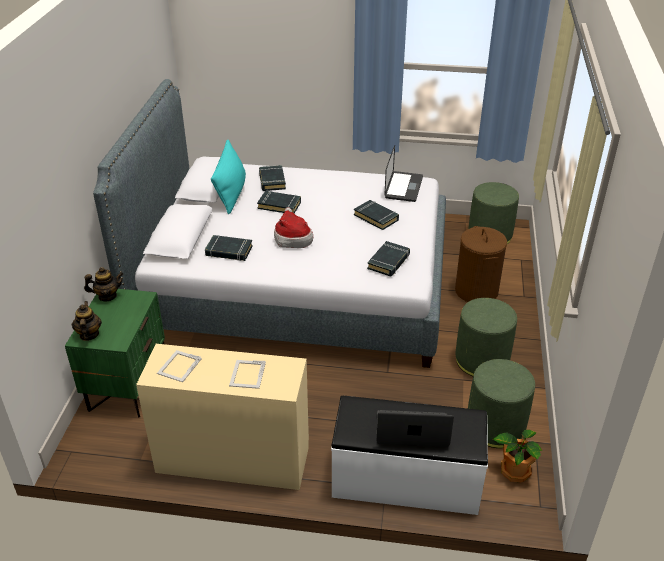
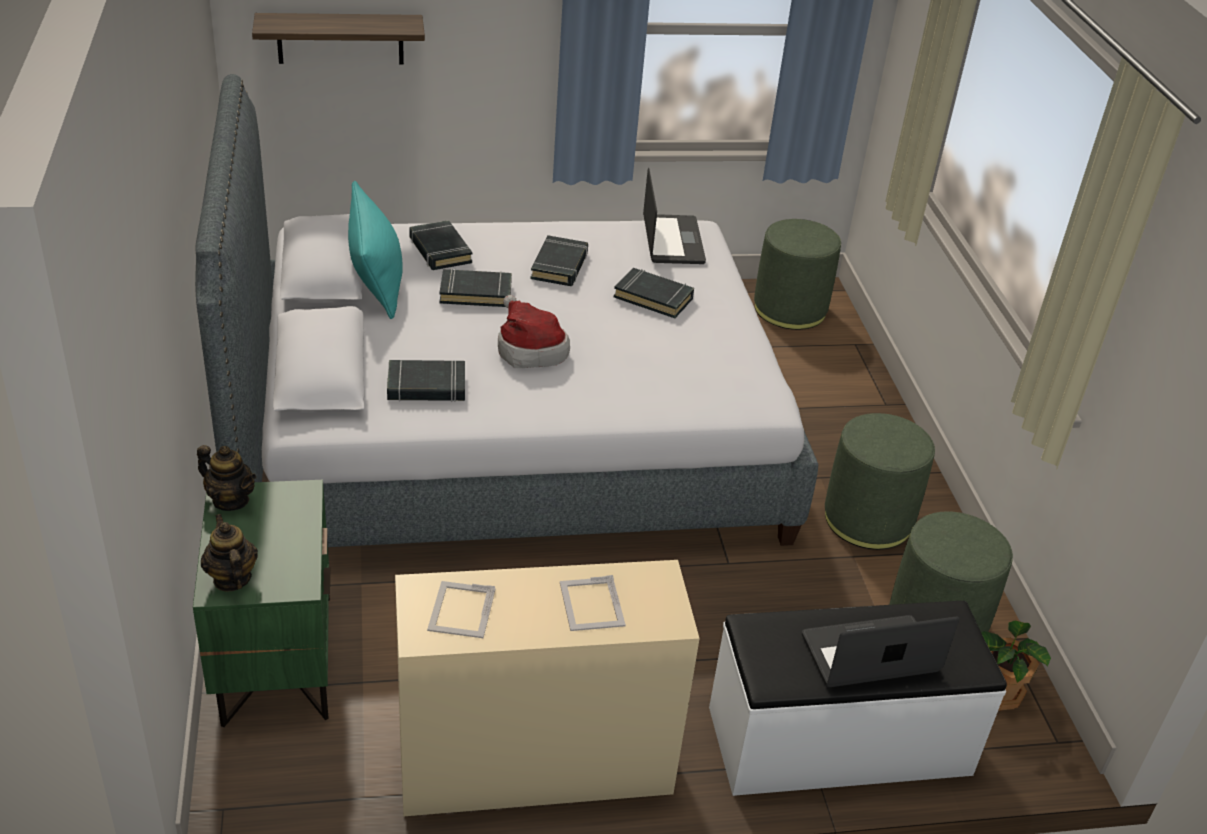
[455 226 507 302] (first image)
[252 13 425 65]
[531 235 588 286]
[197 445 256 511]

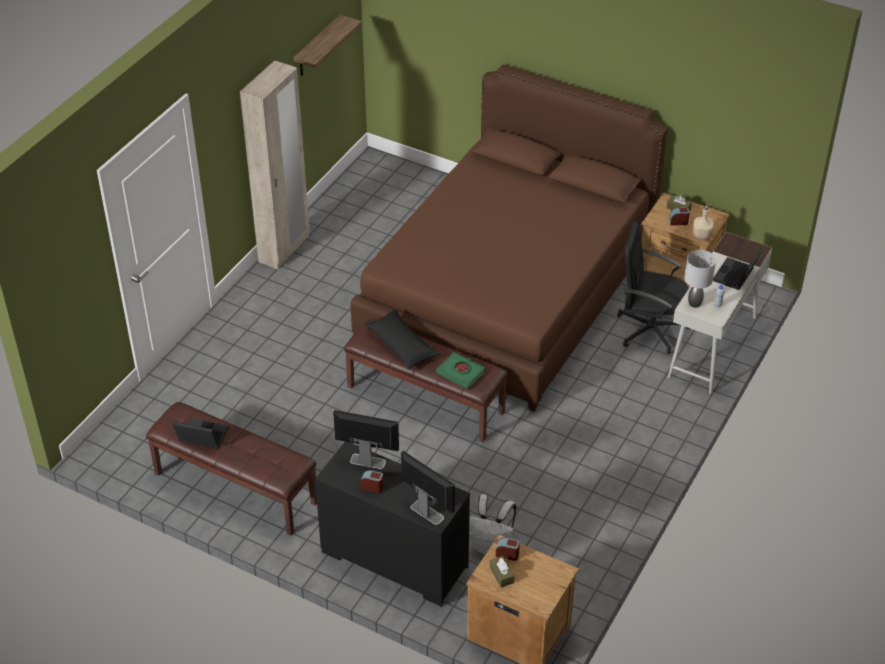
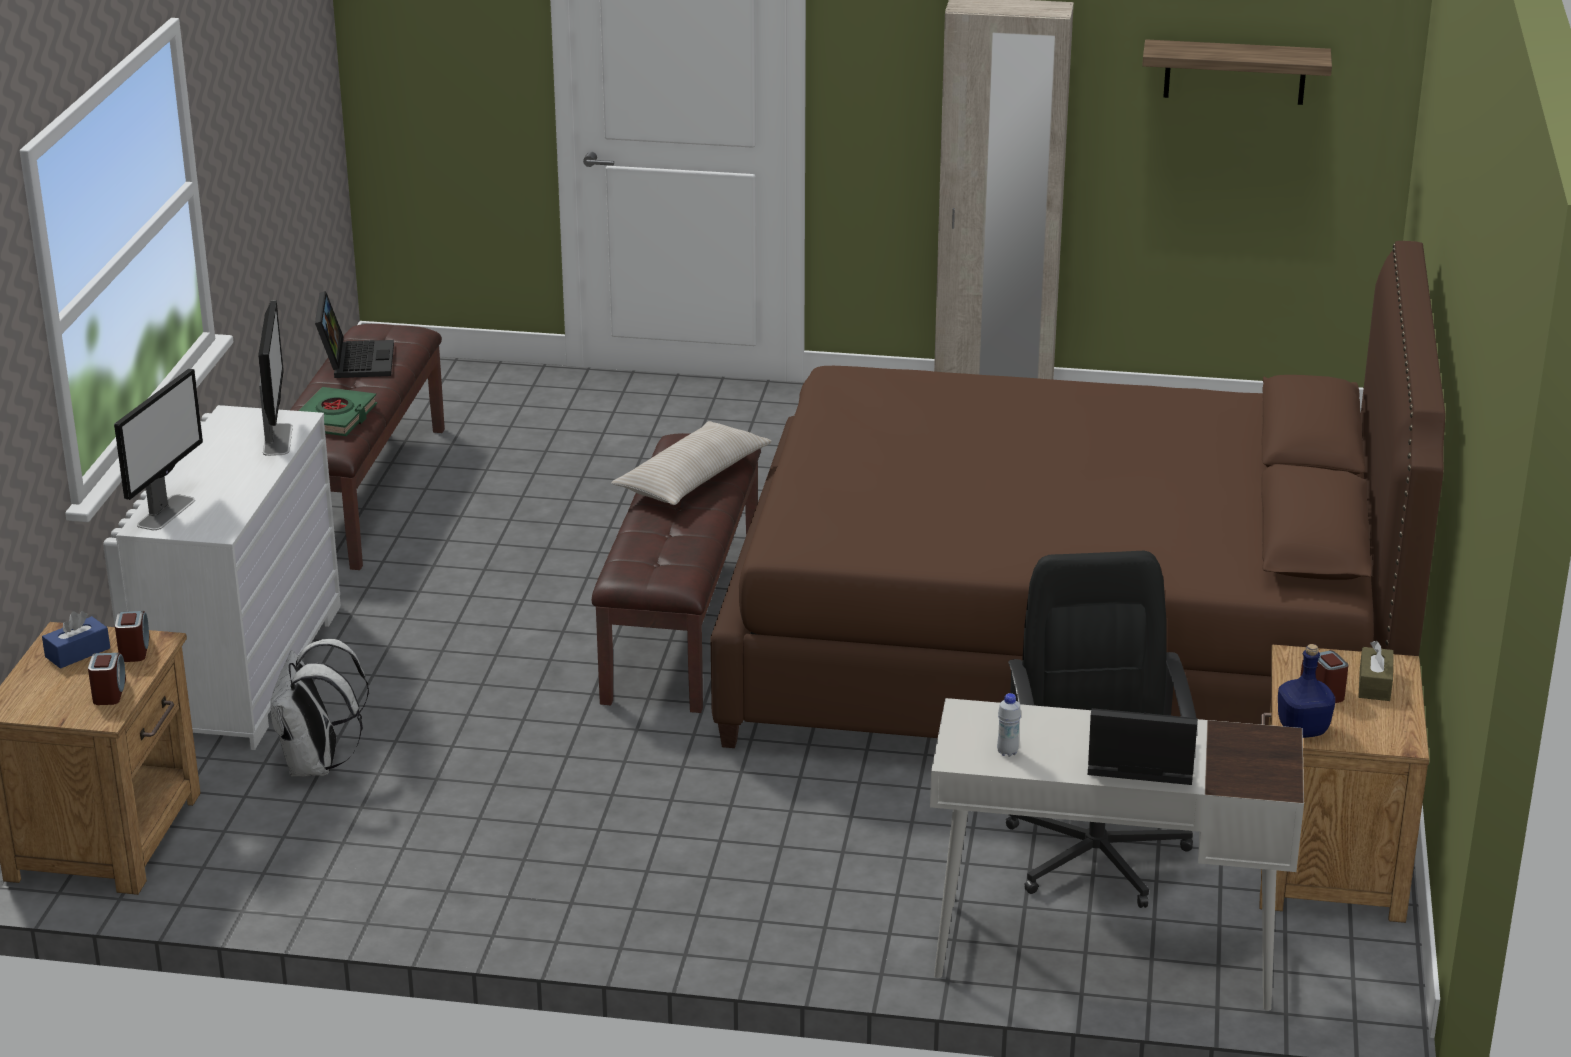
[685 250 716 308] (first image)
[88 653 126 705]
[299 387 377 436]
[116 405 341 750]
[611 421 772 505]
[42 611 110 669]
[1278 644 1335 738]

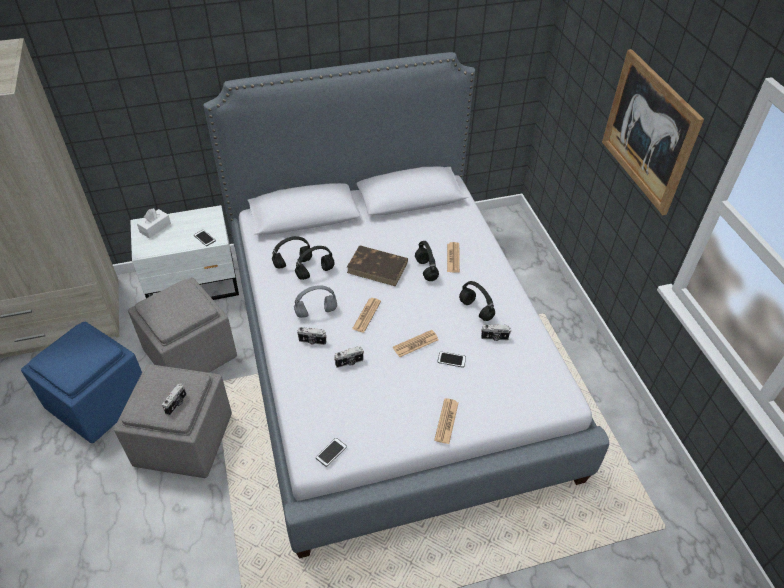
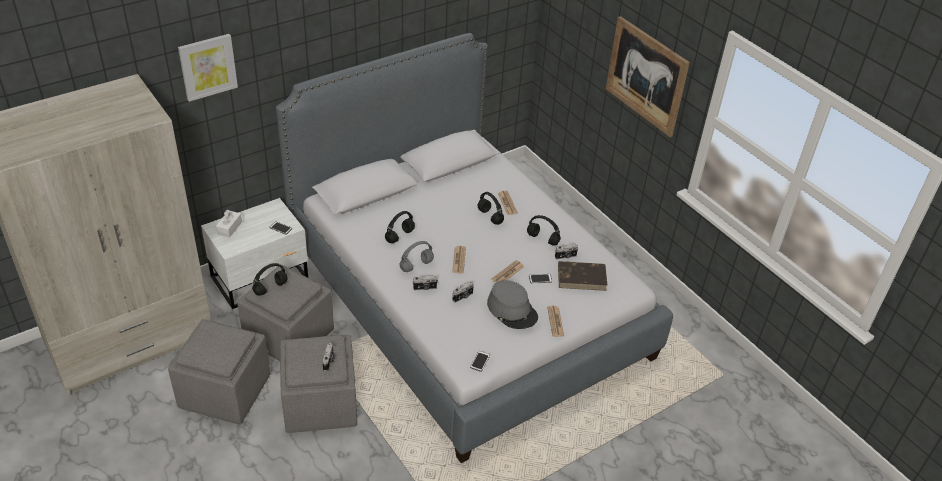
[178 34 238 102]
[487 280 538 329]
[252 263 288 296]
[558 261 608 291]
[168 319 270 425]

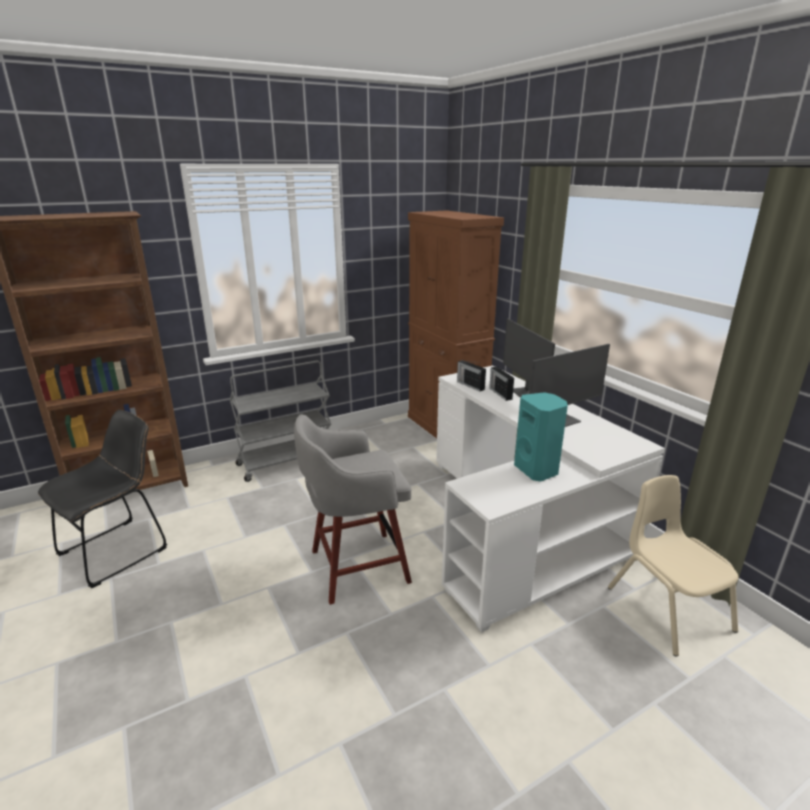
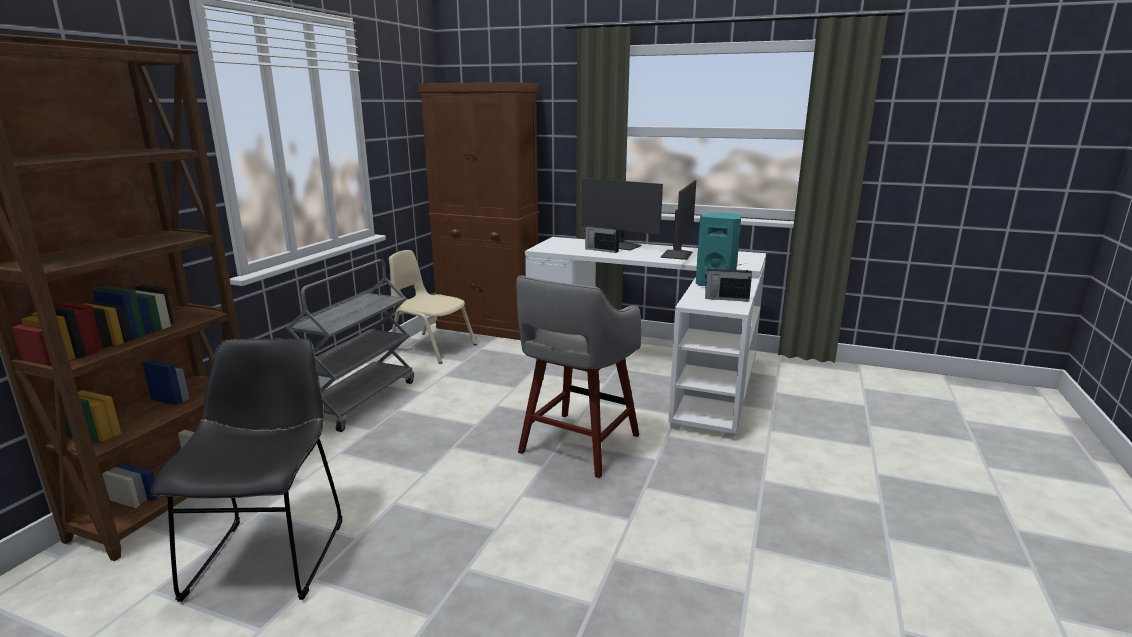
[705 263 752 302]
[388 250 477 364]

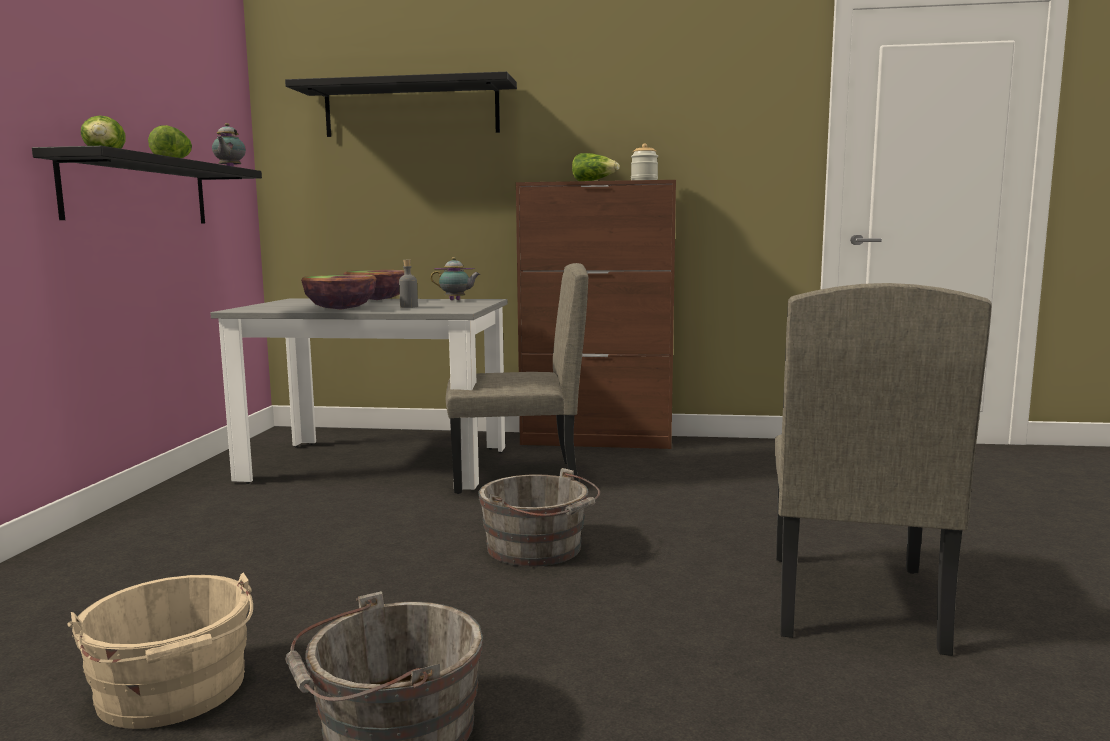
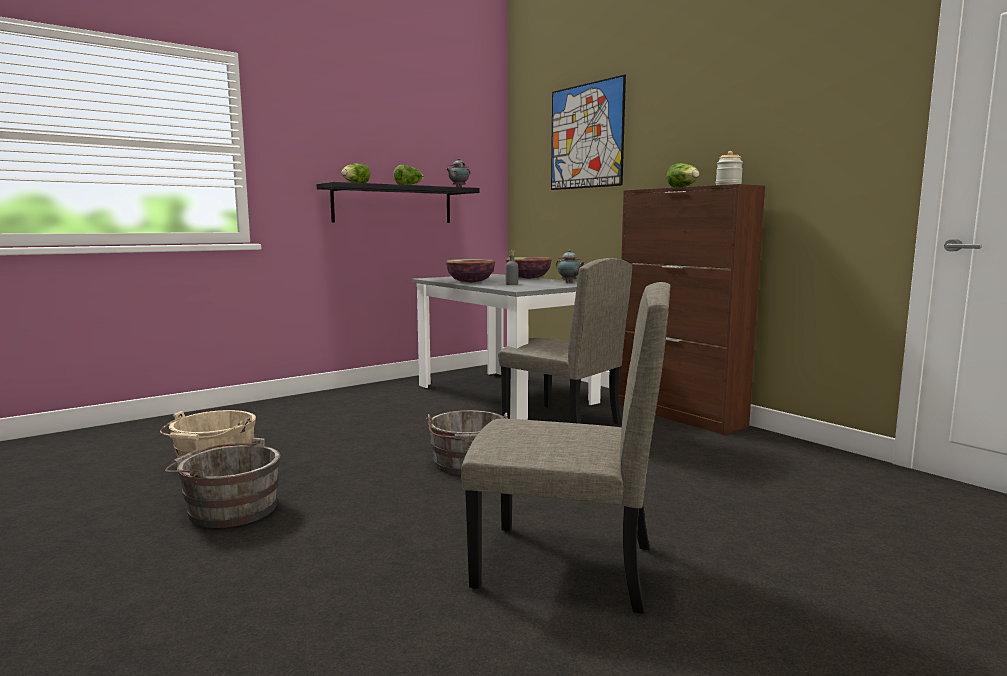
[551 74 626 190]
[461 282 670 614]

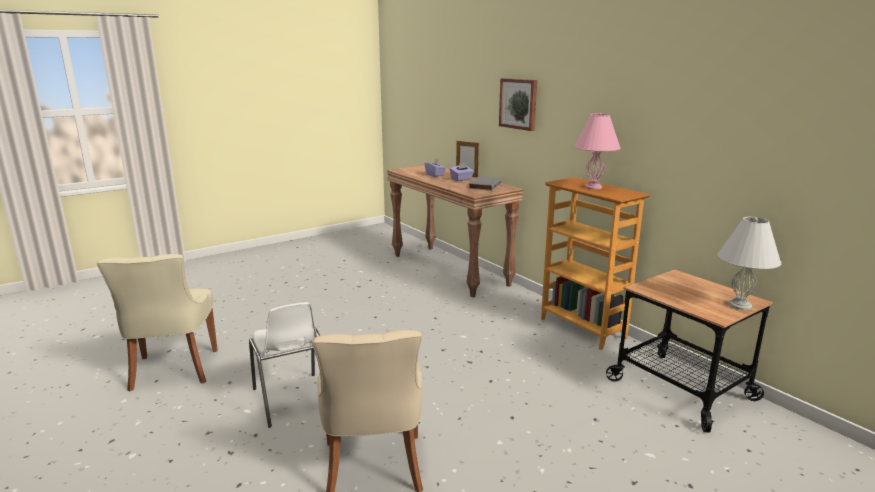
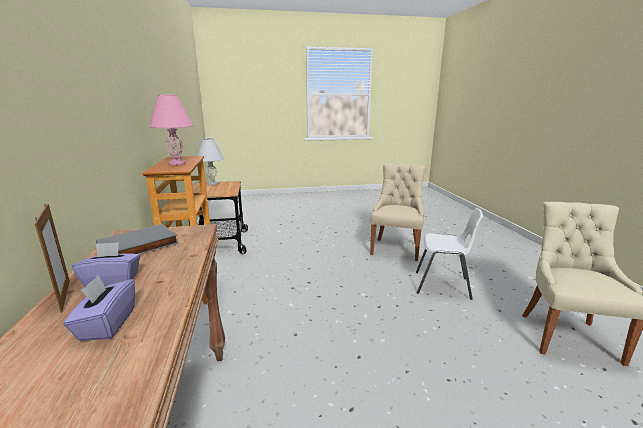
[499 78 537 131] (first image)
[416 208 483 300]

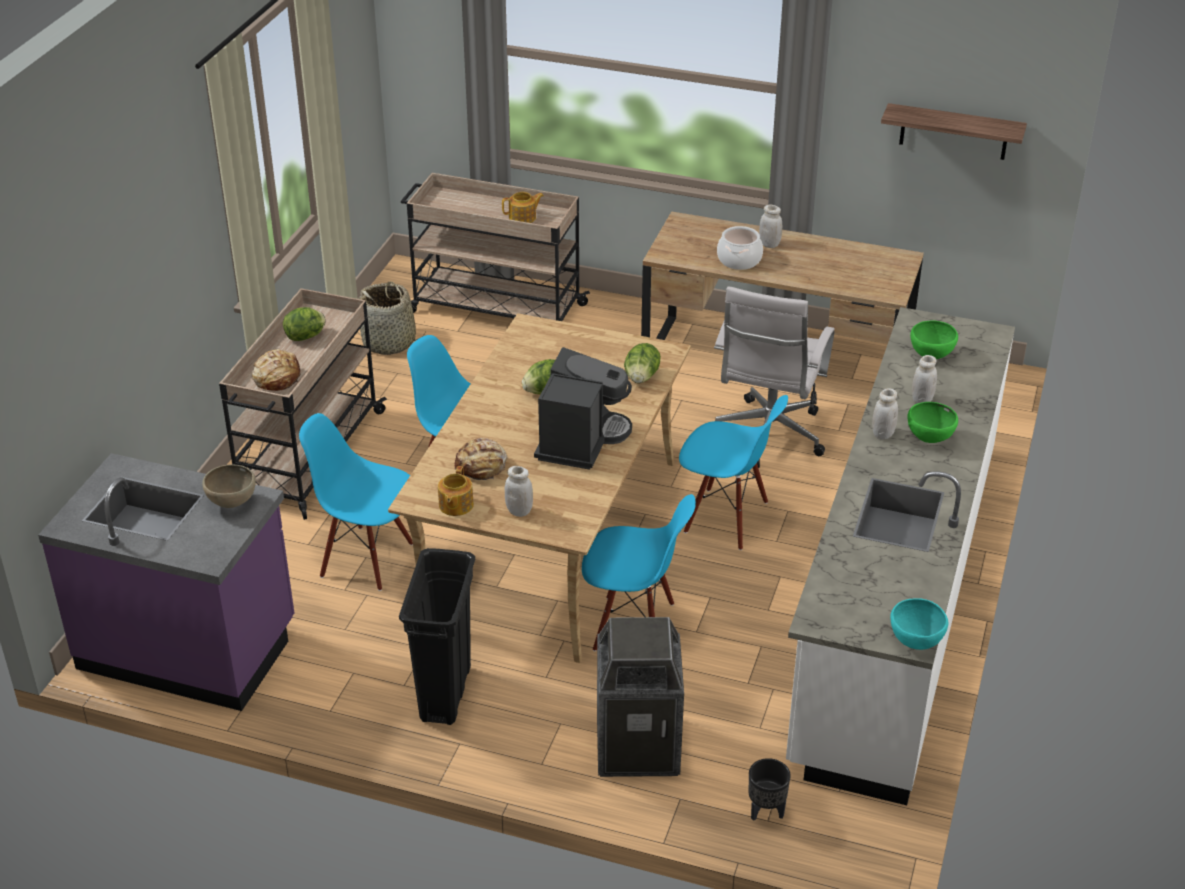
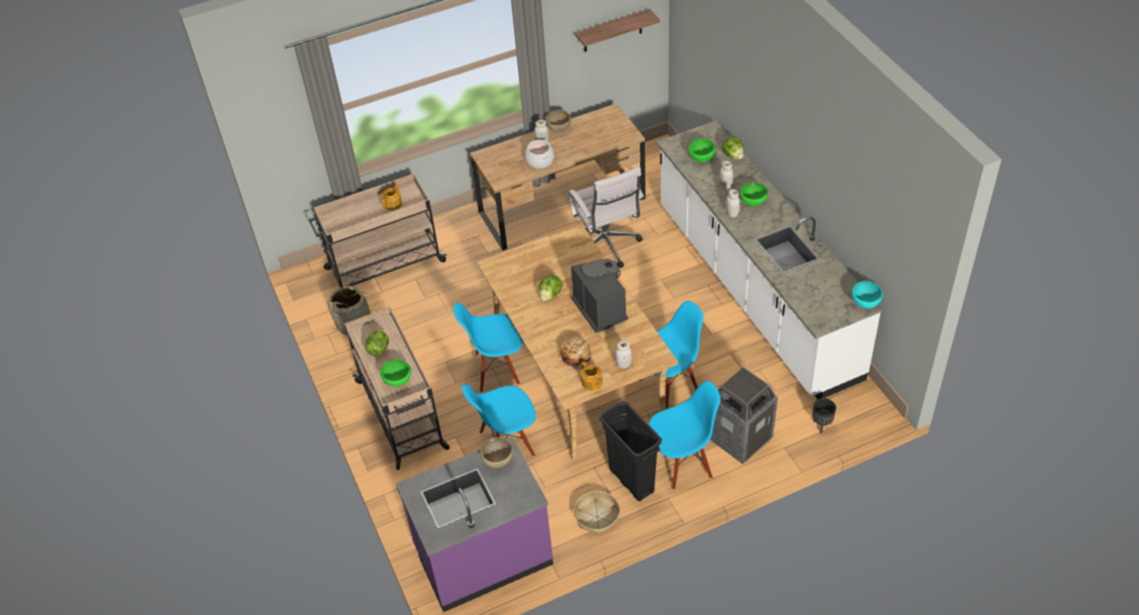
[546 110 571 132]
[574 491 620 535]
[722 136 744 160]
[649 381 720 490]
[380 359 411 387]

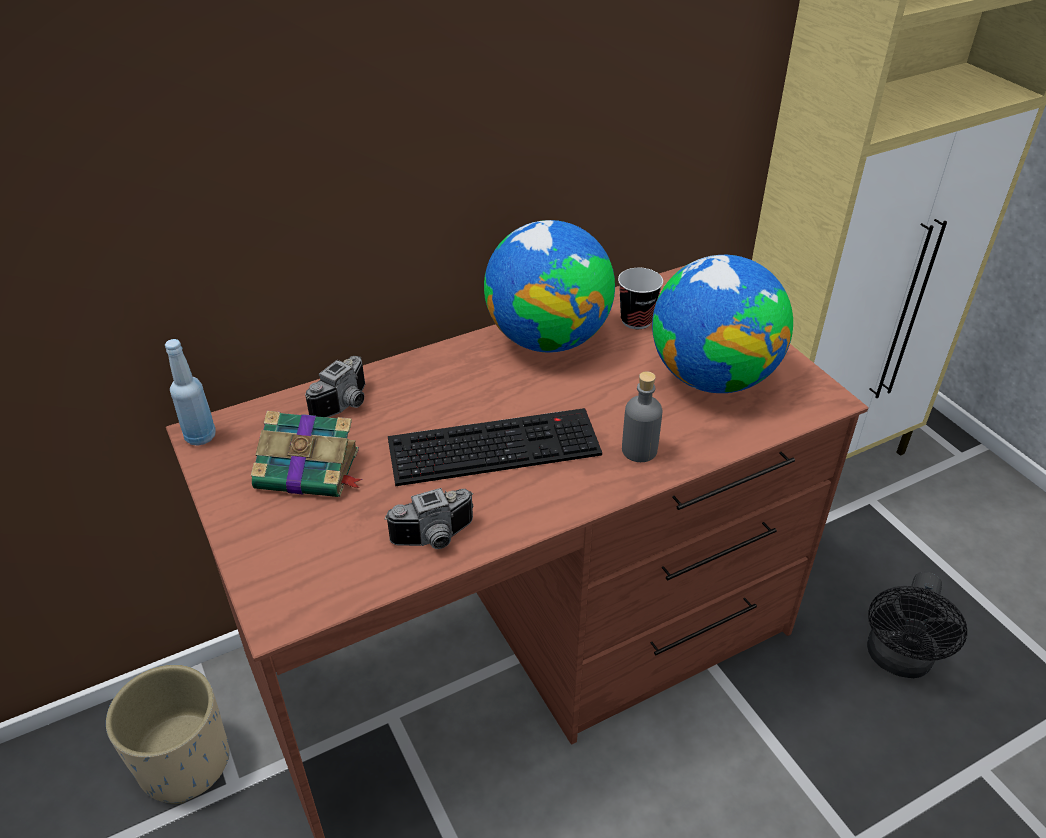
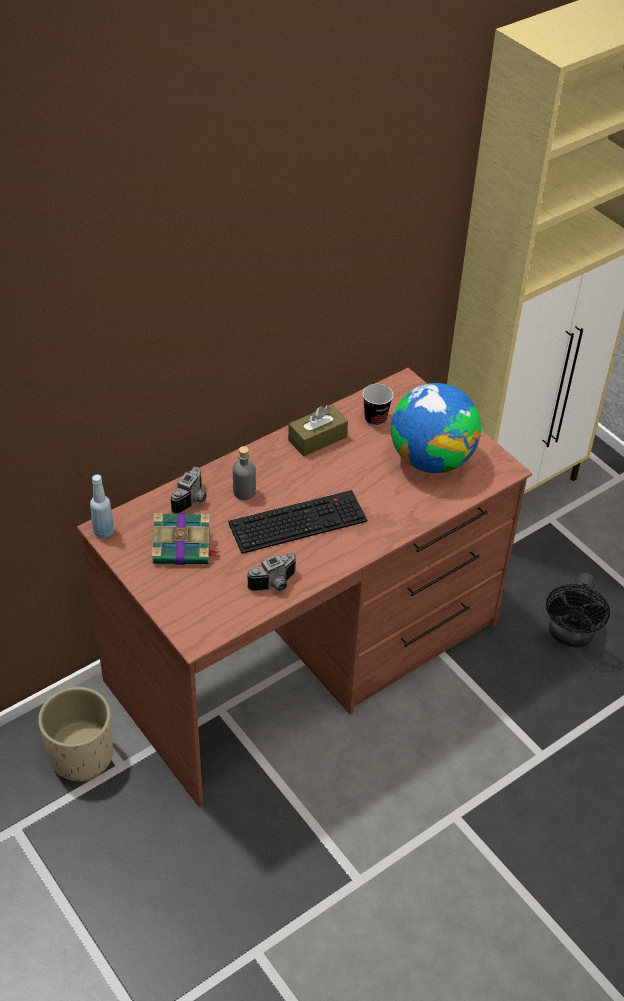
[233 446 256 500]
[288 405 348 456]

